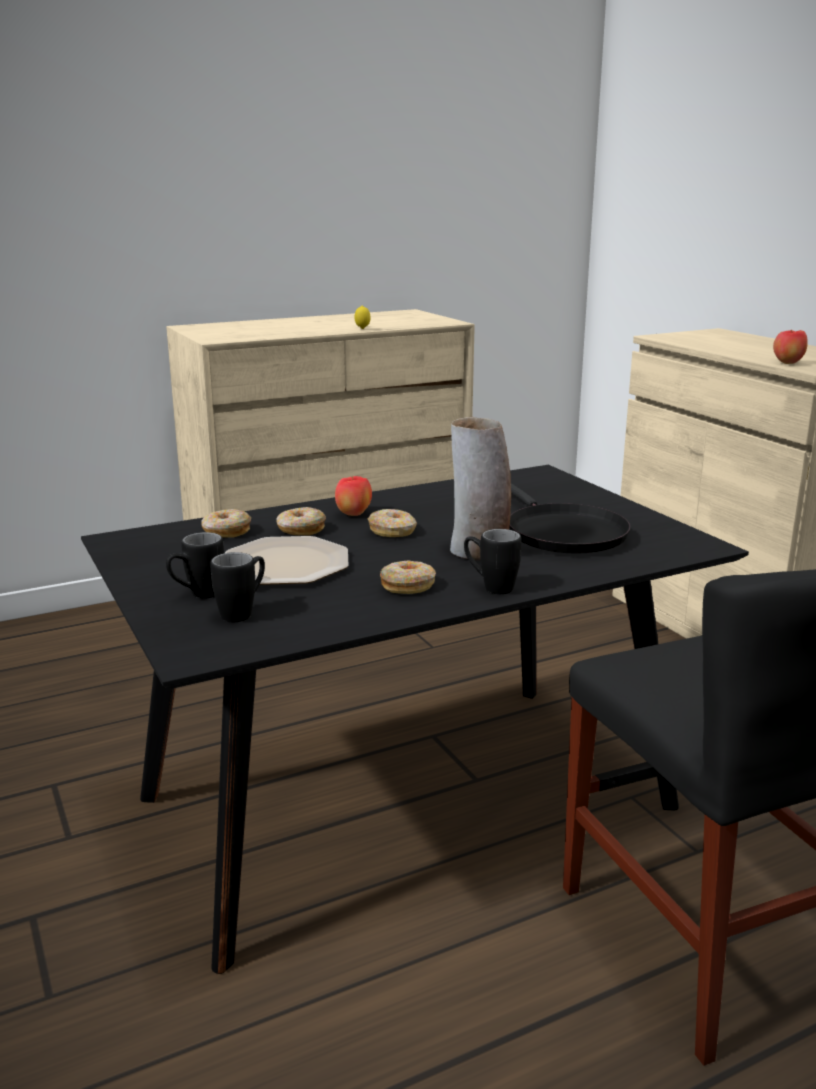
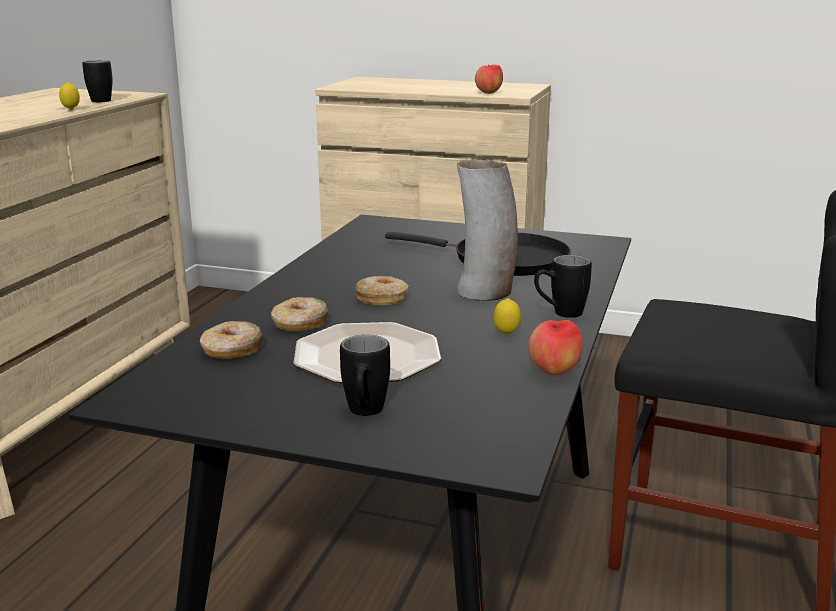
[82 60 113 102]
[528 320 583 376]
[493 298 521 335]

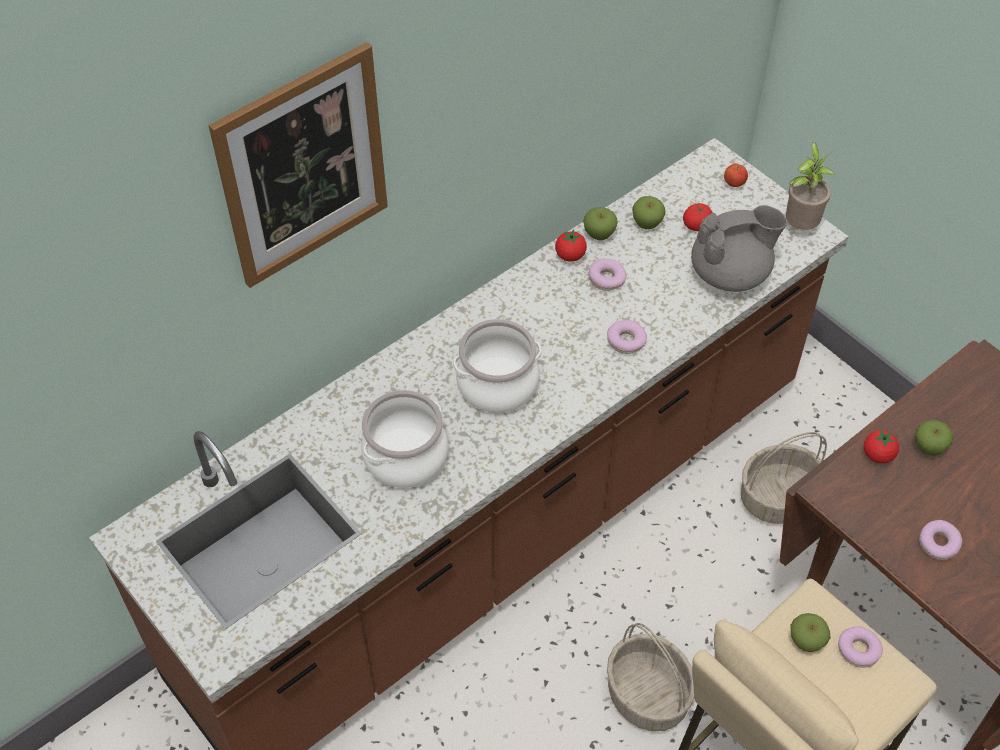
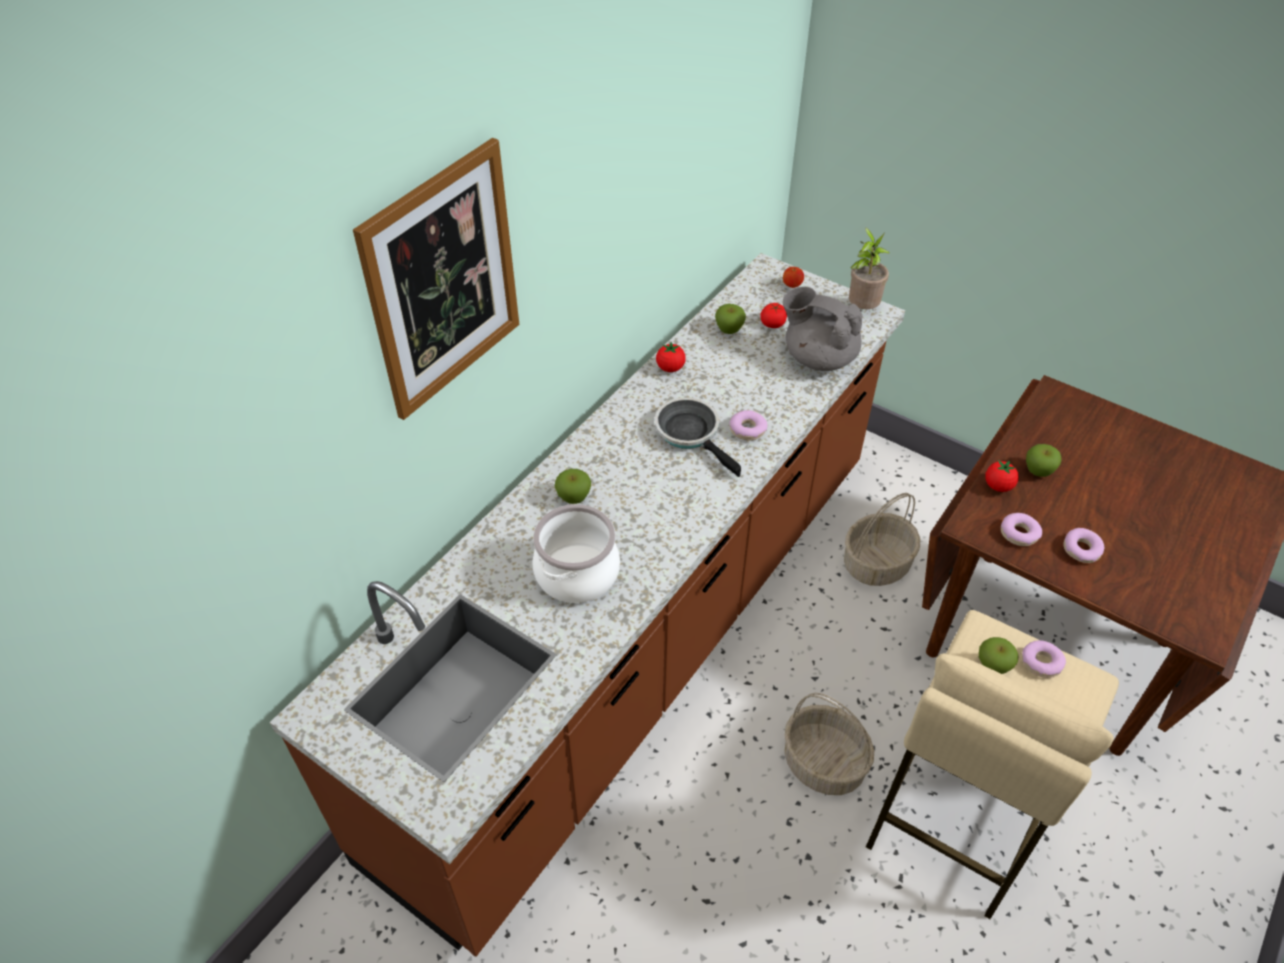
[453 319 542 413] (first image)
[655 397 741 477]
[554 469 591 504]
[1001 513 1042 546]
[783 287 862 371]

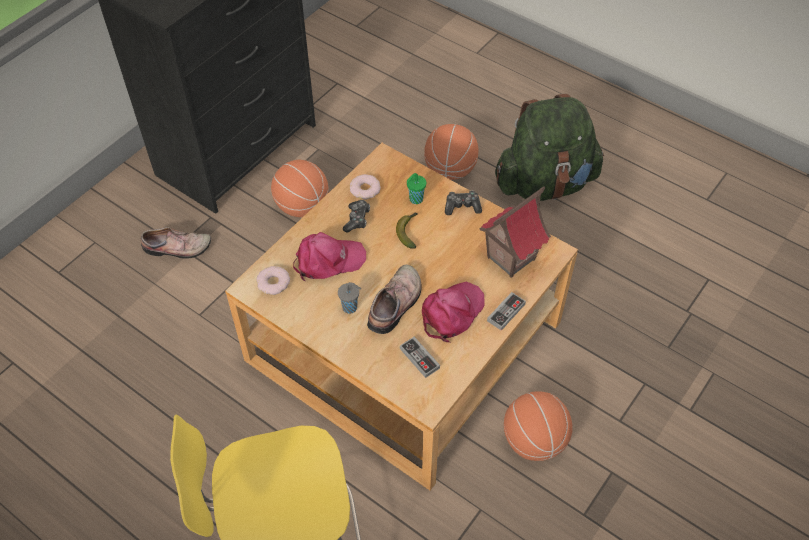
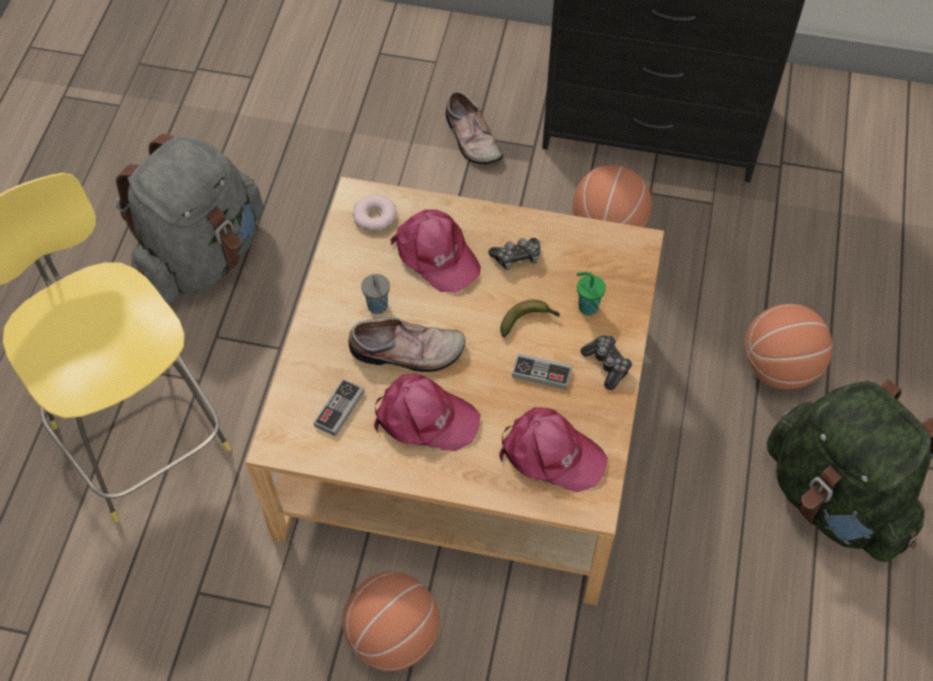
[350 174 381 200] (first image)
[116 134 264 304]
[512 353 572 390]
[499 407 608 492]

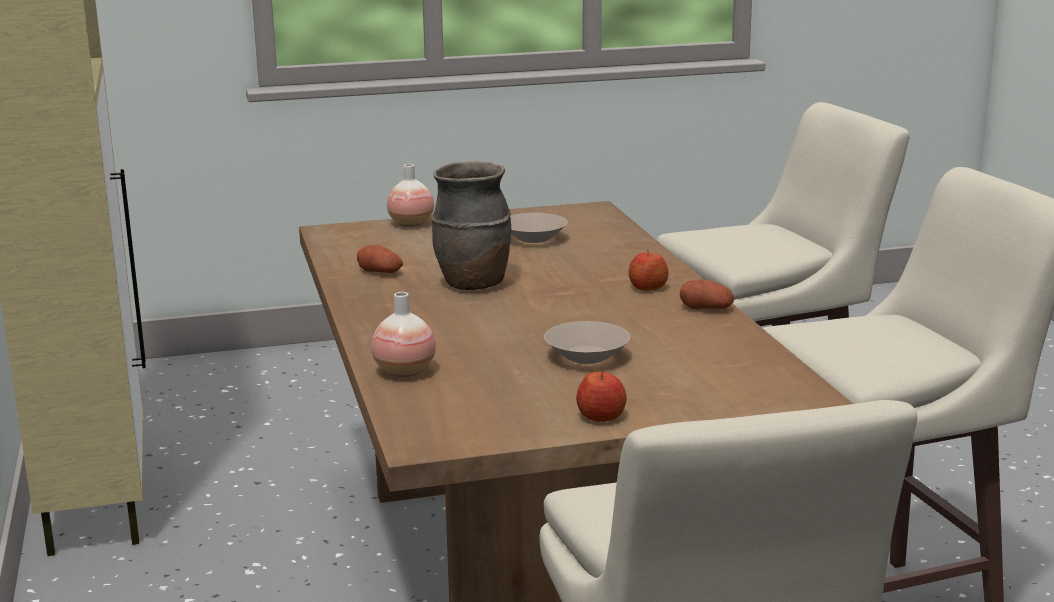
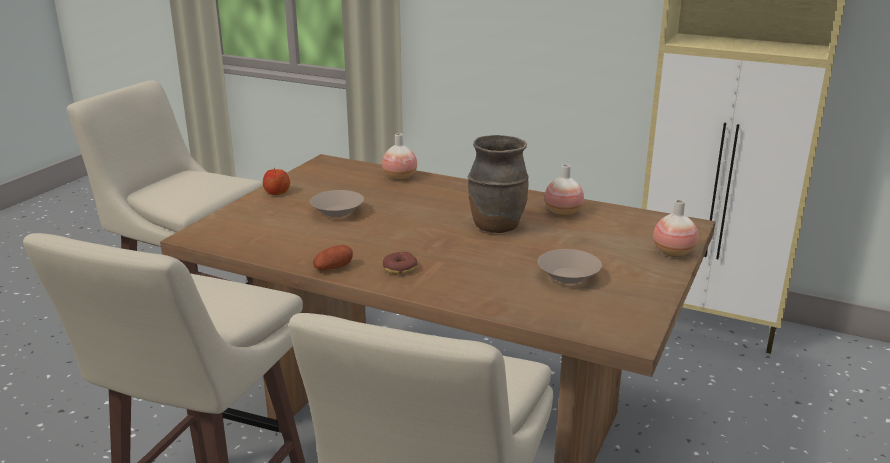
[544 164 584 216]
[383 251 417 275]

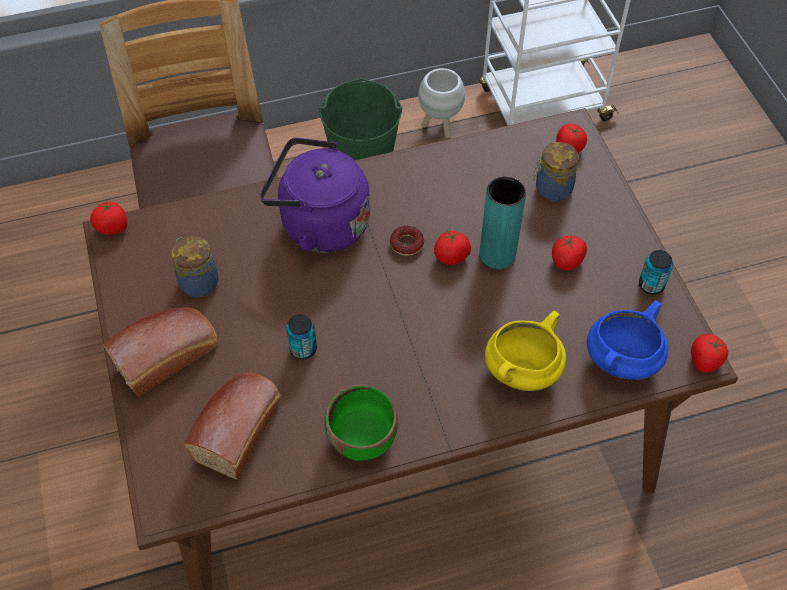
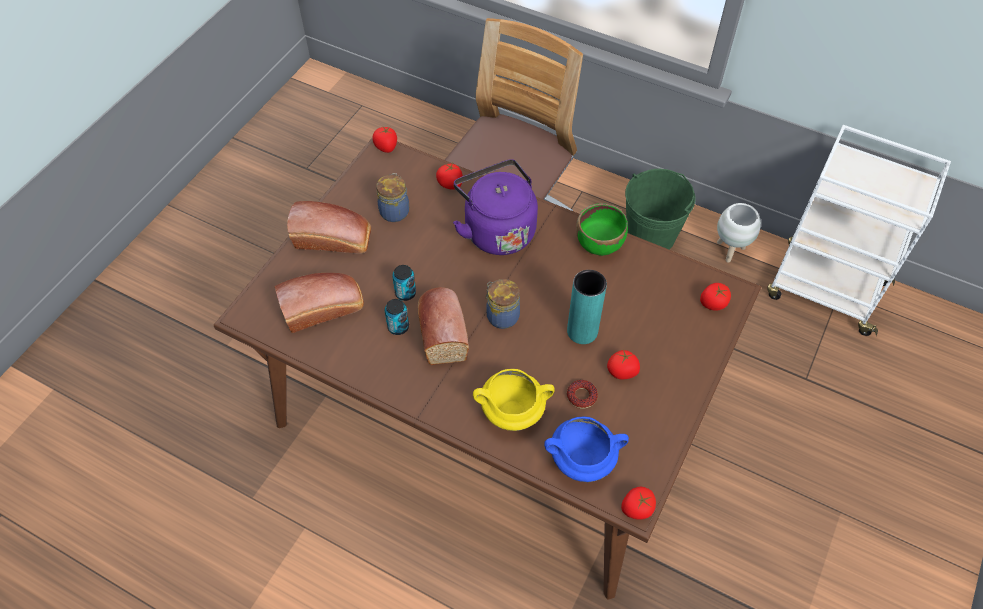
[418 287 469 365]
[576 203 628 256]
[567 380 598 409]
[436 163 463 190]
[486 279 520 329]
[385 299 409 335]

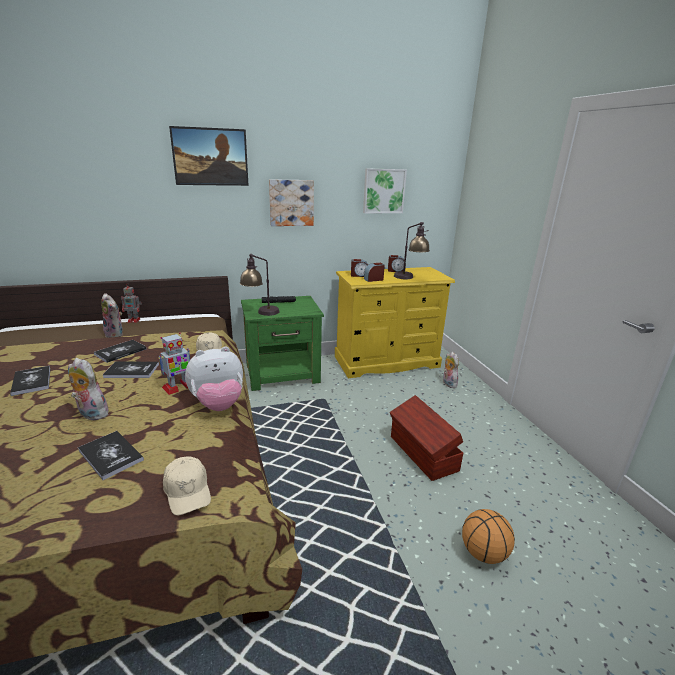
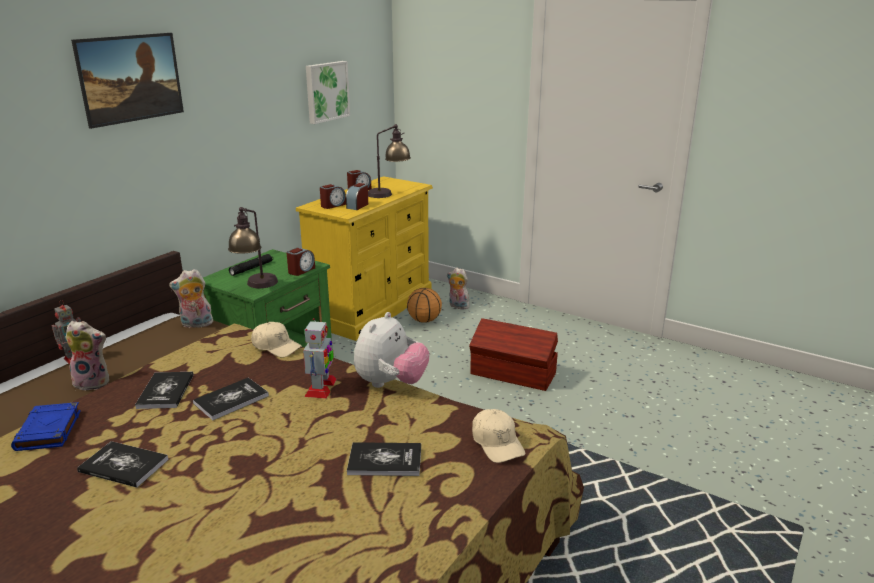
[269 179 314 226] (first image)
[11 402 81 451]
[287 248 315 276]
[169 269 213 328]
[407 288 442 323]
[472 409 525 463]

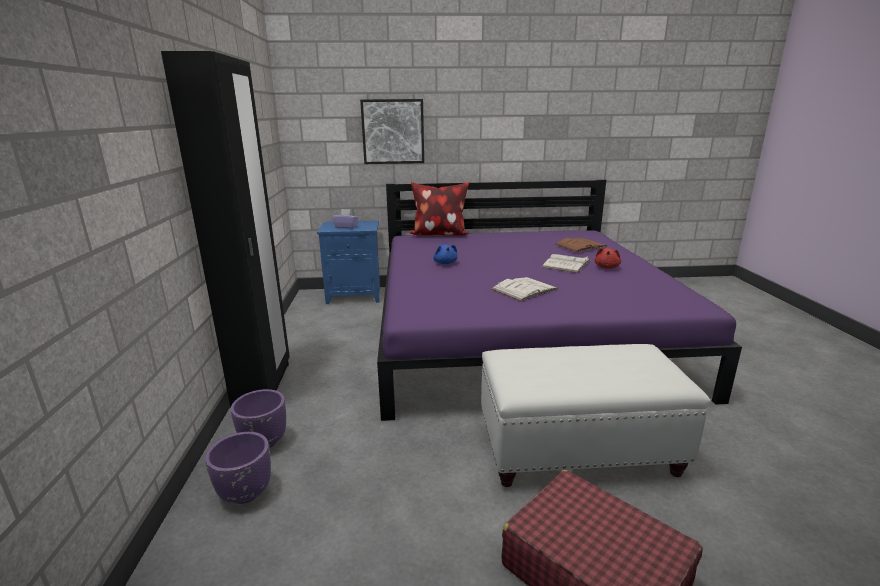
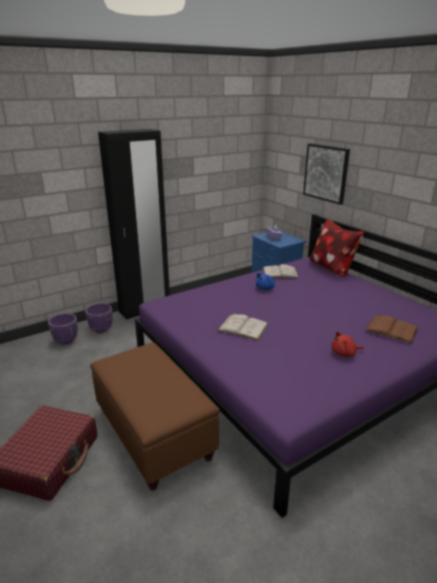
[263 264 299 278]
[90 343 220 491]

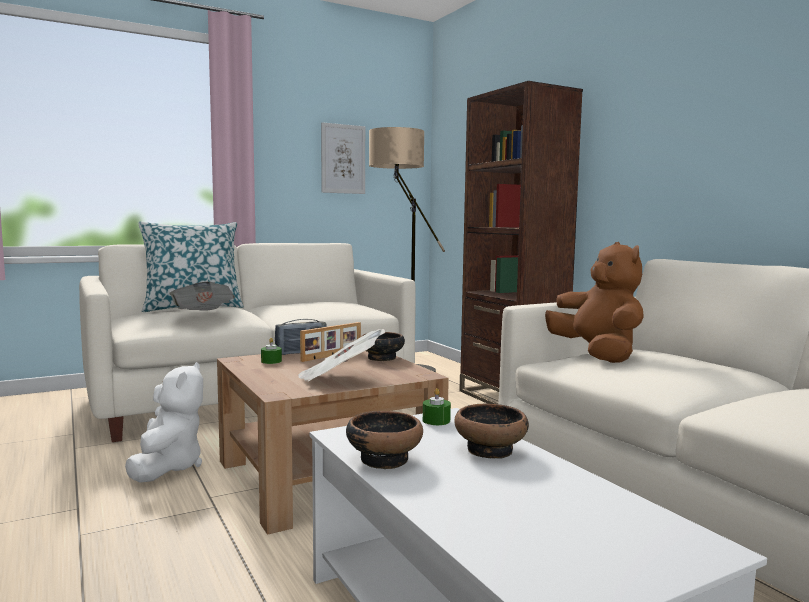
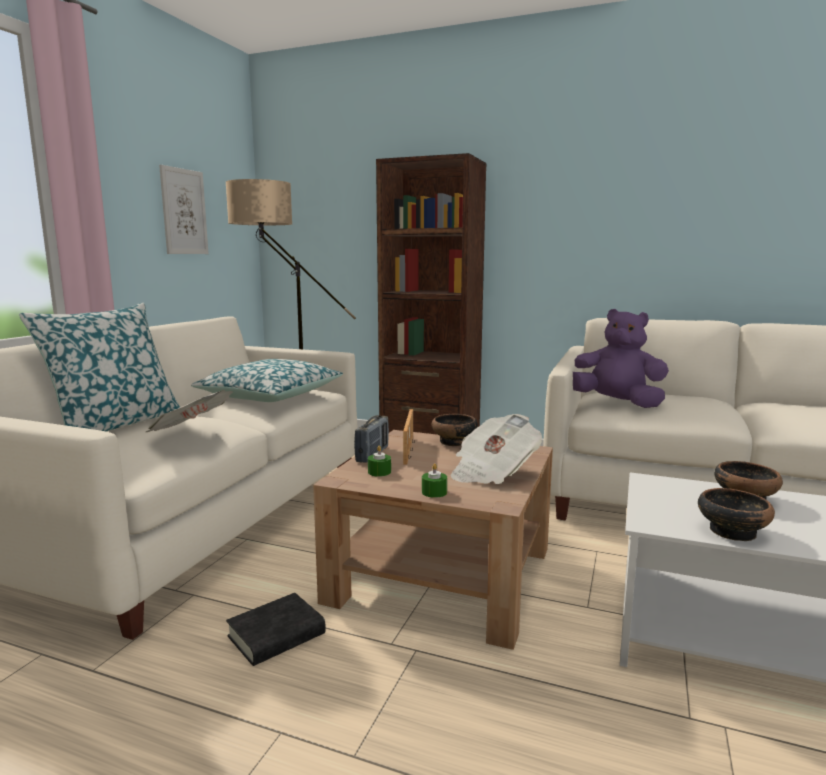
[191 359 343 402]
[422 463 447 498]
[226 593 326 666]
[573 309 669 408]

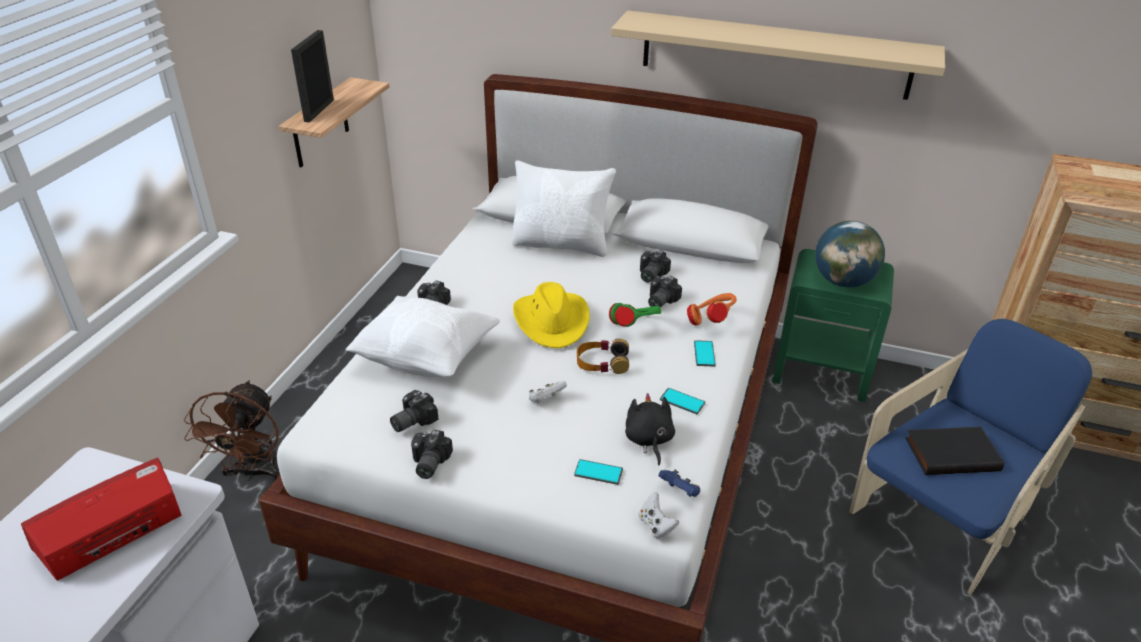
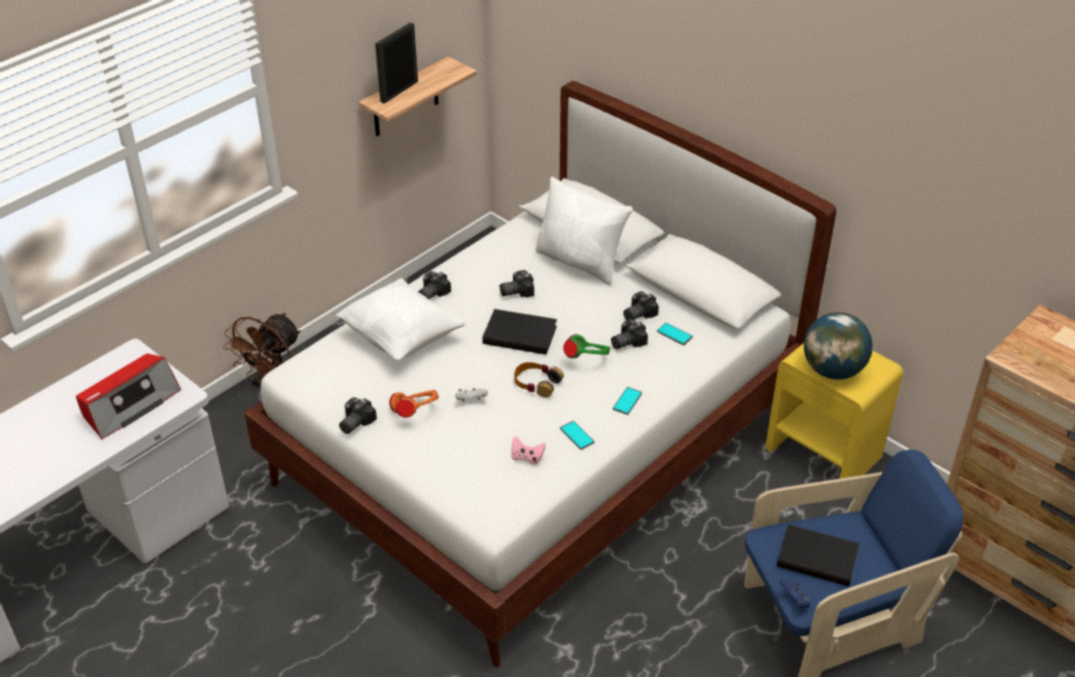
[611 11 945 100] (first image)
[639 492 679 539] (first image)
[500 270 534 297]
[657 323 693 345]
[779 579 810 608]
[389 390 439 418]
[483 309 557 355]
[512 437 545 465]
[765 343 903 479]
[76 353 181 439]

